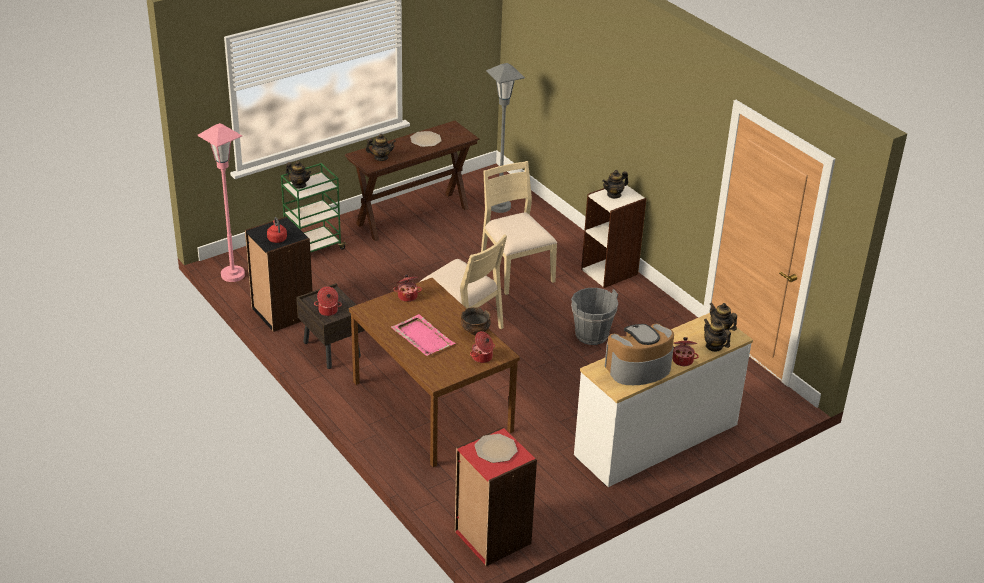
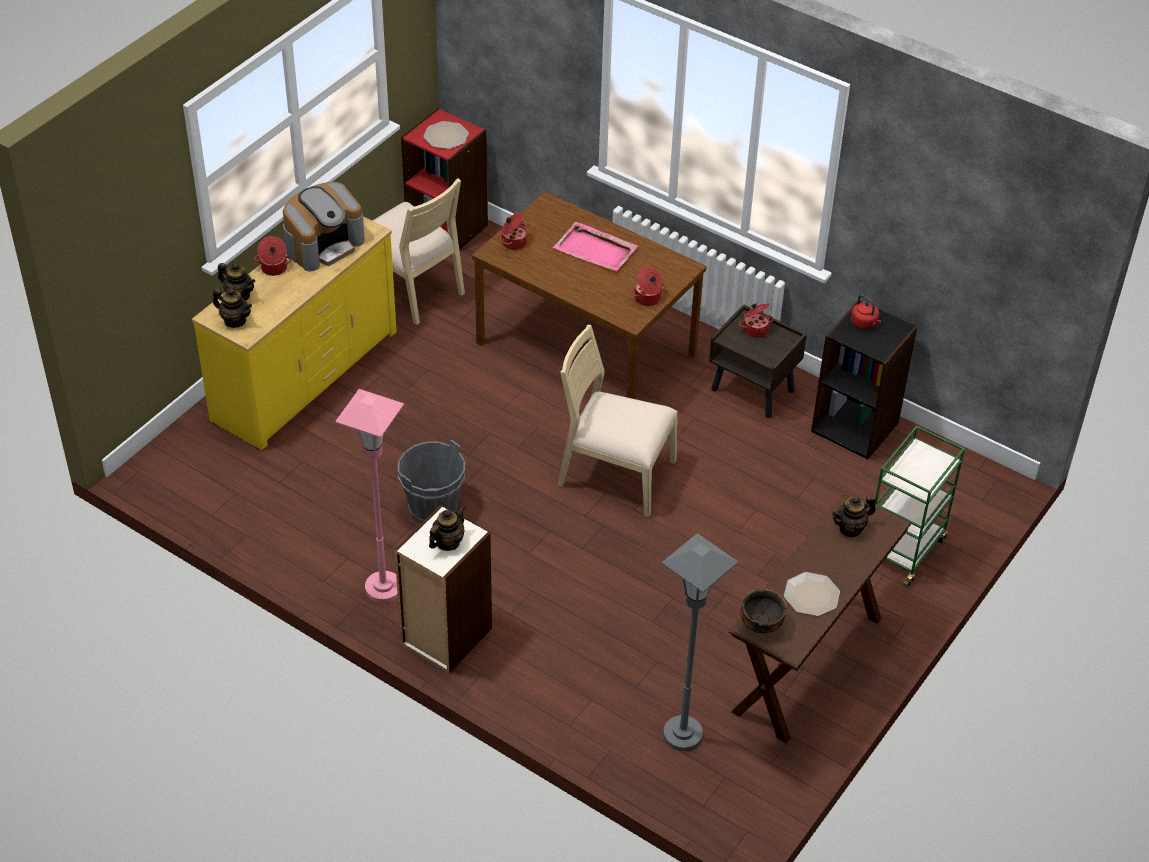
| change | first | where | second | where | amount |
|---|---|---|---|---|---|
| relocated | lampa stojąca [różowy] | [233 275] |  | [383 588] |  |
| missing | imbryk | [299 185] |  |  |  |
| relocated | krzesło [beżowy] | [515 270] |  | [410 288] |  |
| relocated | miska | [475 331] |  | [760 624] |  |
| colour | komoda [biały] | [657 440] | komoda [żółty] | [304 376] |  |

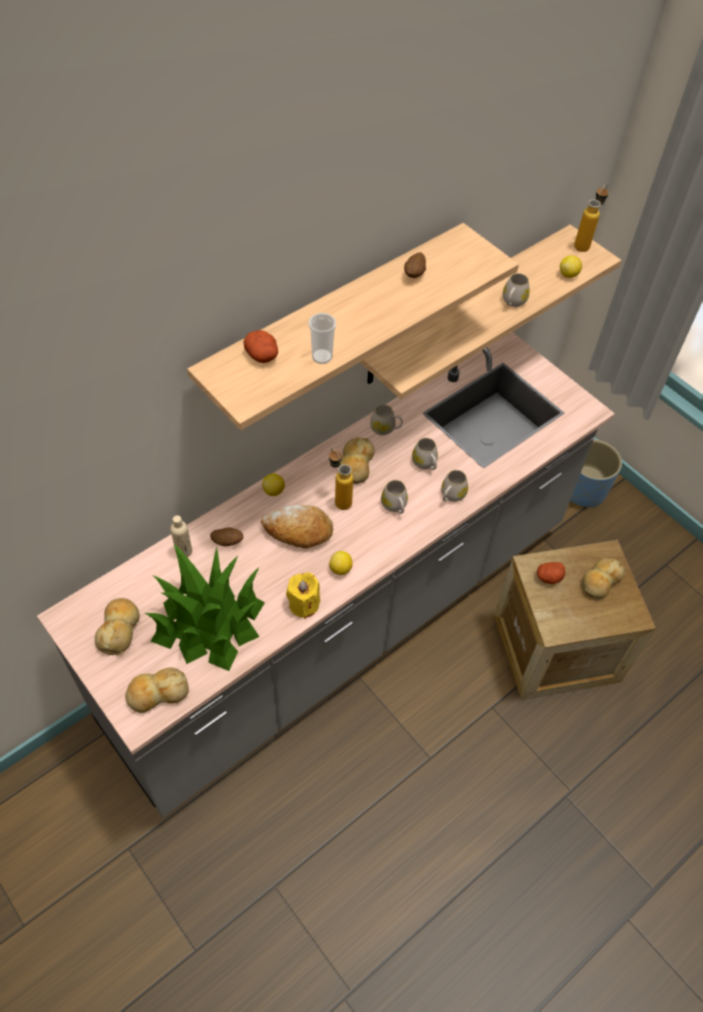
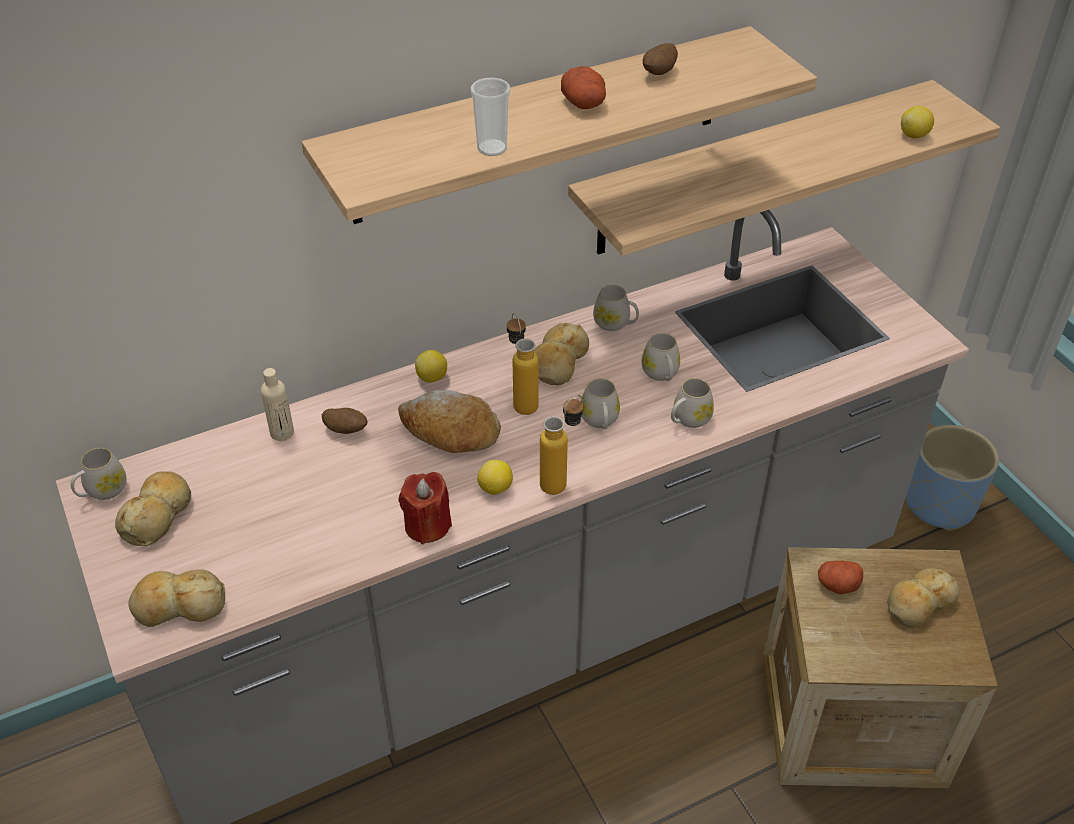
| change | first | where | second | where | amount |
|---|---|---|---|---|---|
| relocated | butelka | [584 244] |  | [561 480] |  |
| relocated | kubek [biały] | [512 302] |  | [102 491] |  |
| relocated | ziemniak | [262 355] |  | [584 103] |  |
| missing | roślina doniczkowa | [208 621] |  |  |  |
| colour | świeca [żółty] | [304 604] | świeca [czerwony] | [427 525] |  |

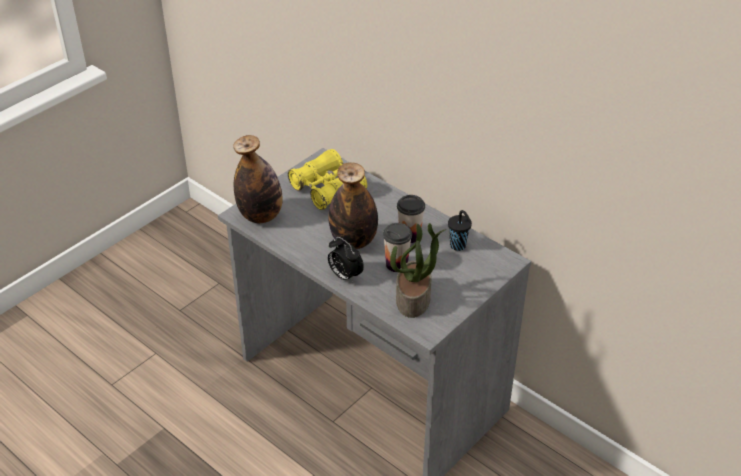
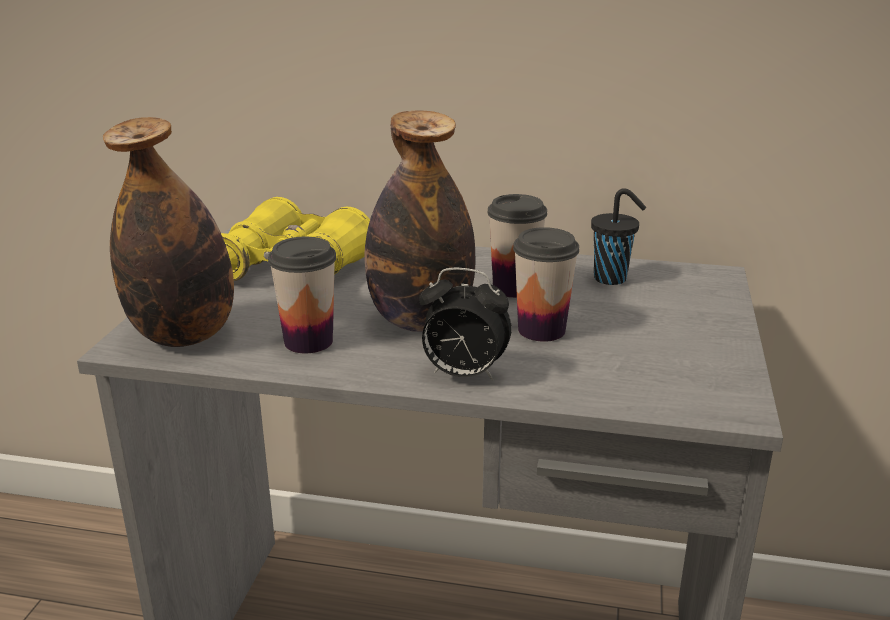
| change | first | where | second | where | amount |
|---|---|---|---|---|---|
| missing | roślina doniczkowa | [414 299] |  |  |  |
| appeared |  |  | filiżanka | [308 341] |  |

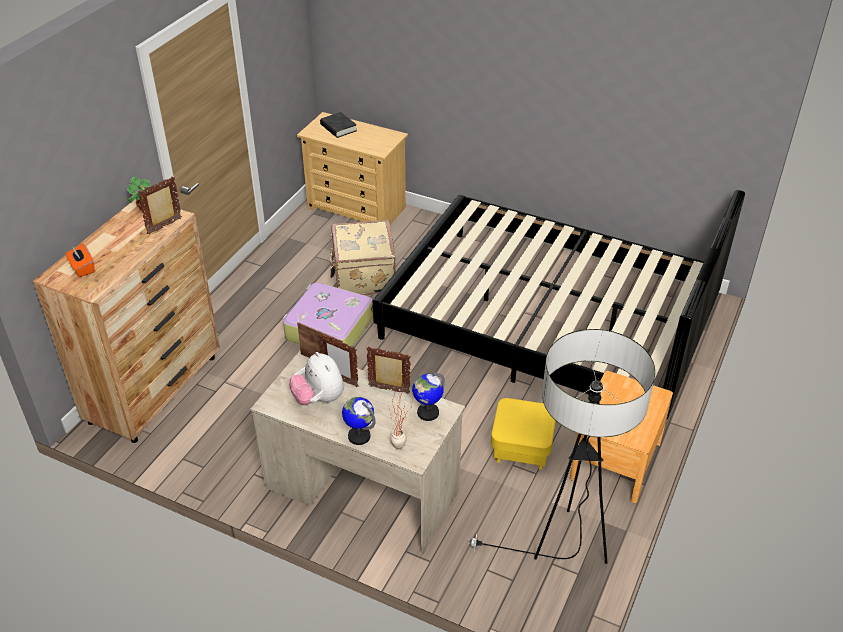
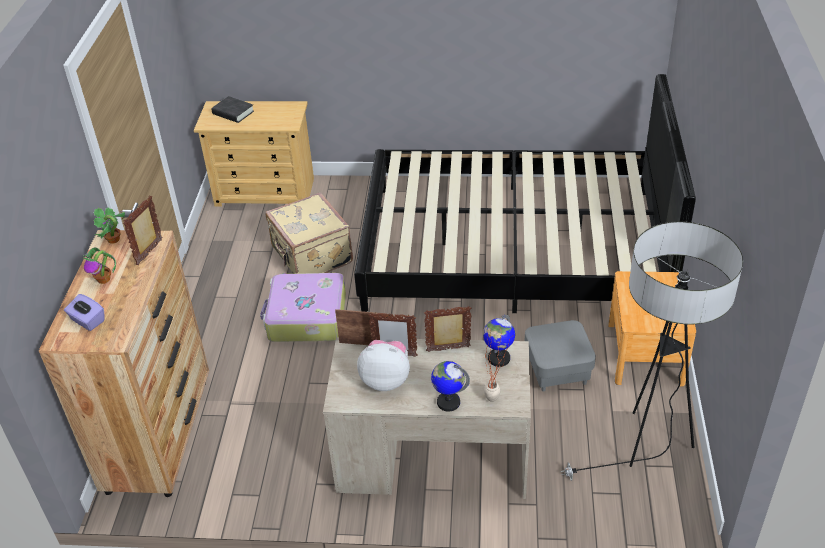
| change | first | where | second | where | amount |
|---|---|---|---|---|---|
| colour | pudełko chusteczek [pomarańczowy] | [82 268] | pudełko chusteczek [fioletowy] | [87 321] |  |
| spun | pluszak | [319 399] |  | [386 379] | 150 degrees clockwise |
| colour | pufa [żółty] | [521 448] | pufa [szary] | [557 371] |  |
| appeared |  |  | roślina doniczkowa | [104 279] |  |

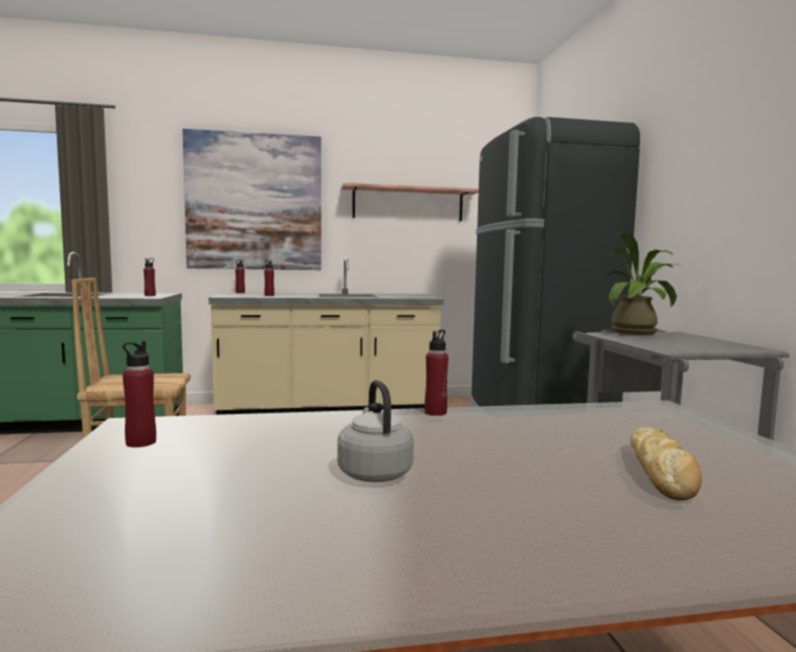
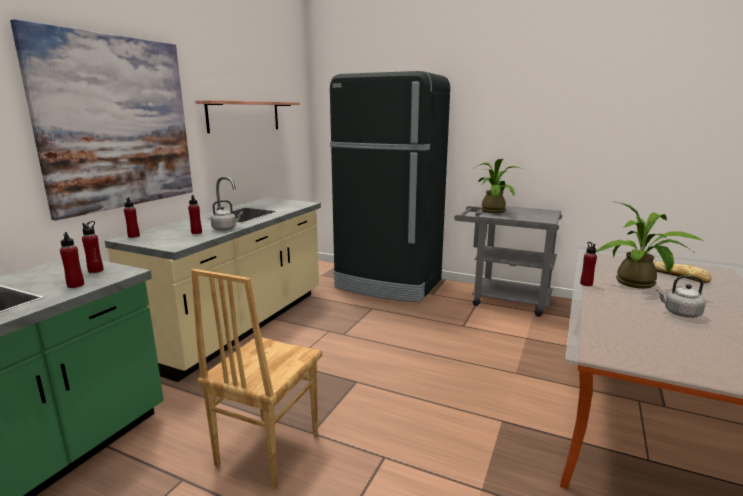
| change | first | where | second | where | amount |
|---|---|---|---|---|---|
| relocated | butelka [czerwony] | [141 442] |  | [75 285] |  |
| appeared |  |  | czajnik [szary] | [226 229] |  |
| appeared |  |  | roślina doniczkowa | [639 284] |  |

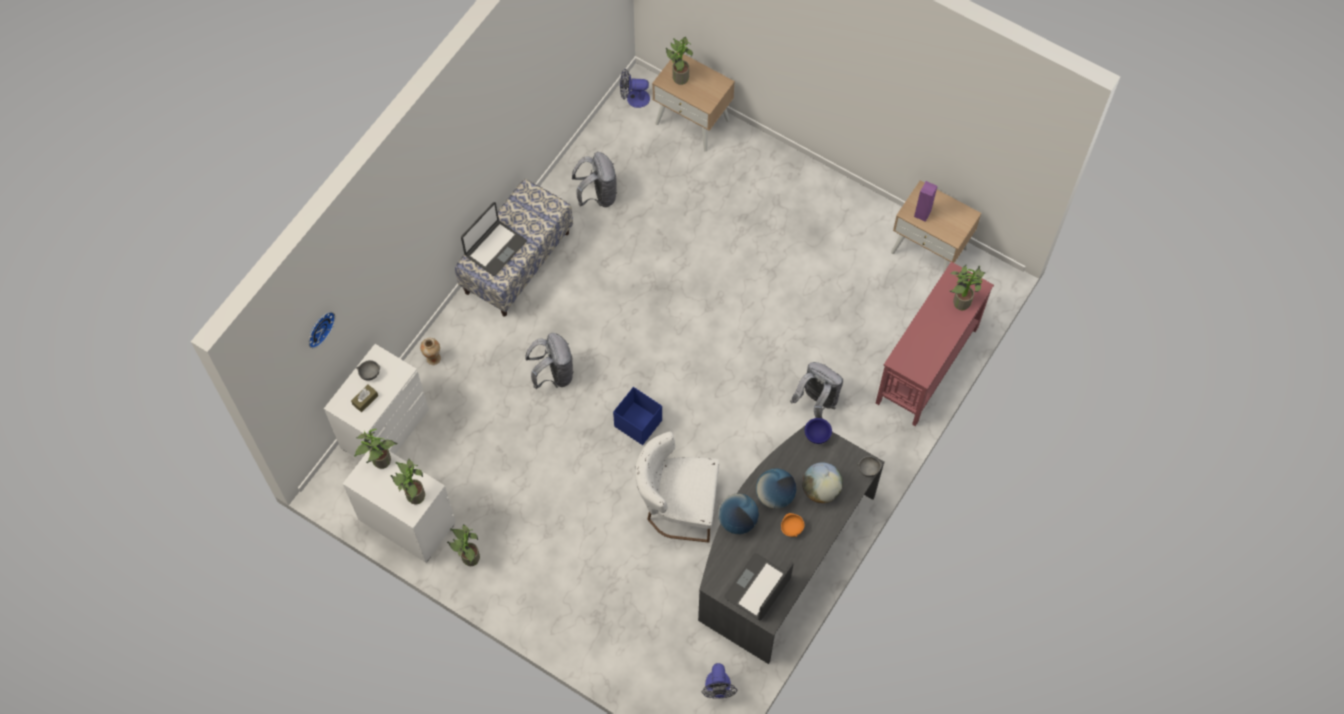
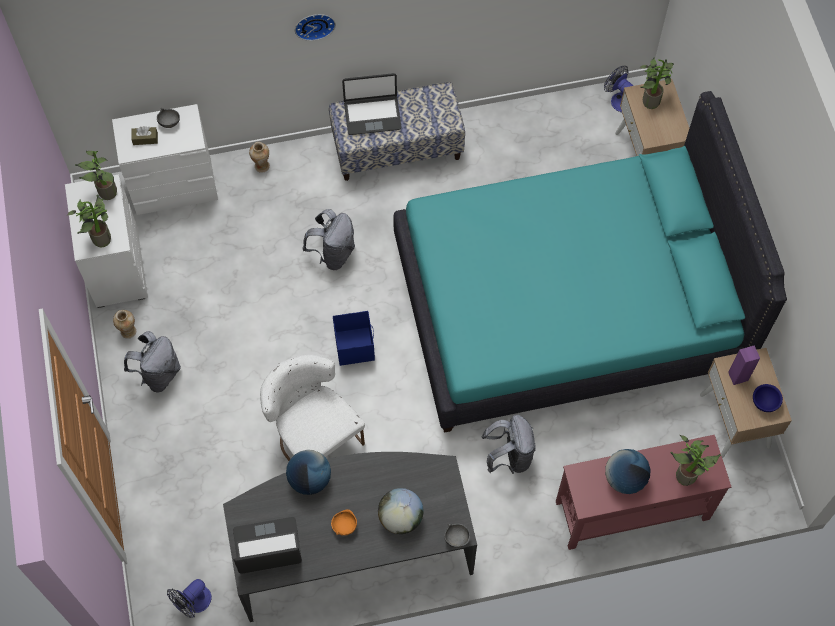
| change | first | where | second | where | amount |
|---|---|---|---|---|---|
| relocated | plecak [szary] | [597 195] |  | [158 373] |  |
| relocated | zegar ścienny | [319 328] |  | [314 24] |  |
| relocated | miska [niebieski] | [816 435] |  | [764 402] |  |
| relocated | globus | [775 496] |  | [624 478] |  |
| exchanged | roślina doniczkowa | [468 558] | wazon | [128 331] |  |
| appeared |  |  | łóżko [turkusowy] | [567 305] |  |

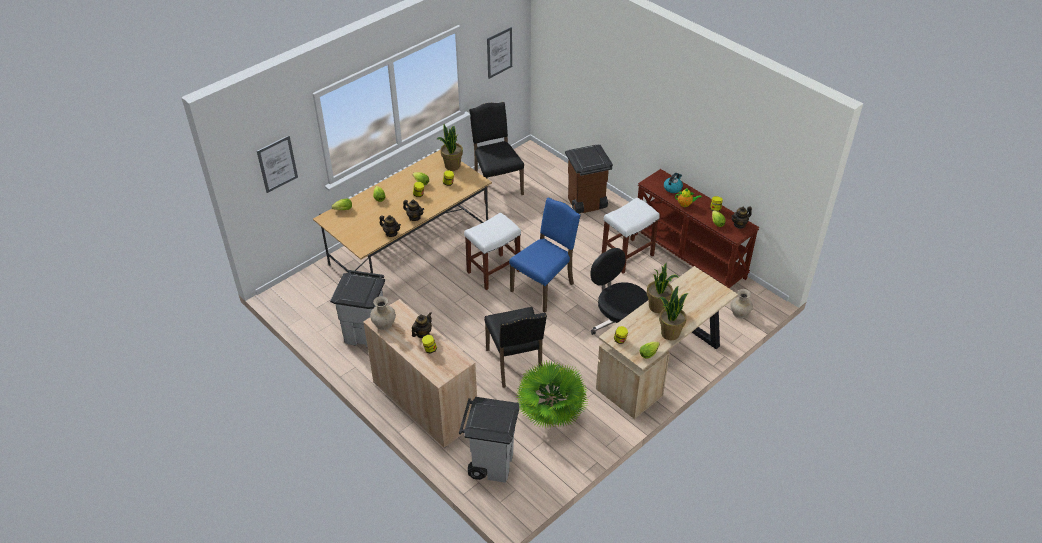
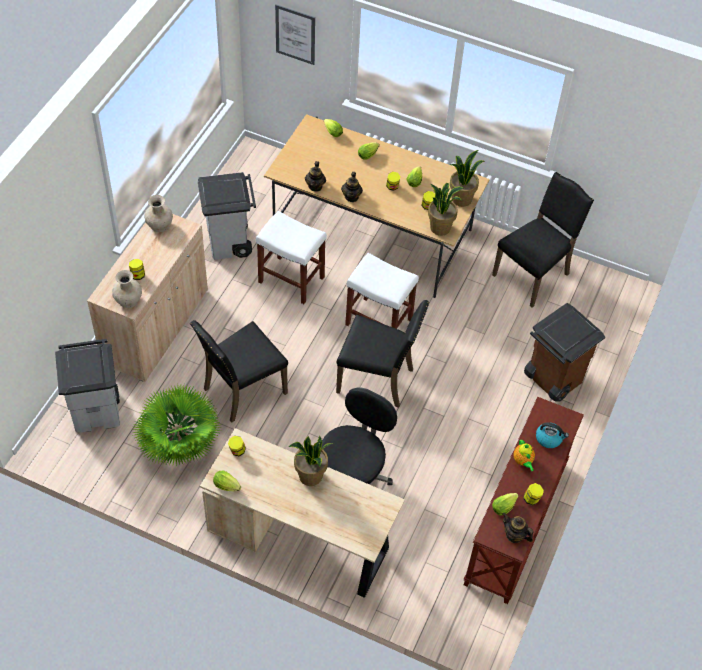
| change | first | where | second | where | amount |
|---|---|---|---|---|---|
| missing | obraz | [499 52] |  |  |  |
| colour | krzesło [niebieski] | [544 287] | krzesło [czarny] | [377 379] |  |
| relocated | stołek [biały] | [627 256] |  | [290 279] |  |
| relocated | roślina doniczkowa | [670 333] |  | [440 227] |  |
| relocated | wazon [beżowy] | [740 313] |  | [128 300] |  |
| missing | imbryk | [422 333] |  |  |  |

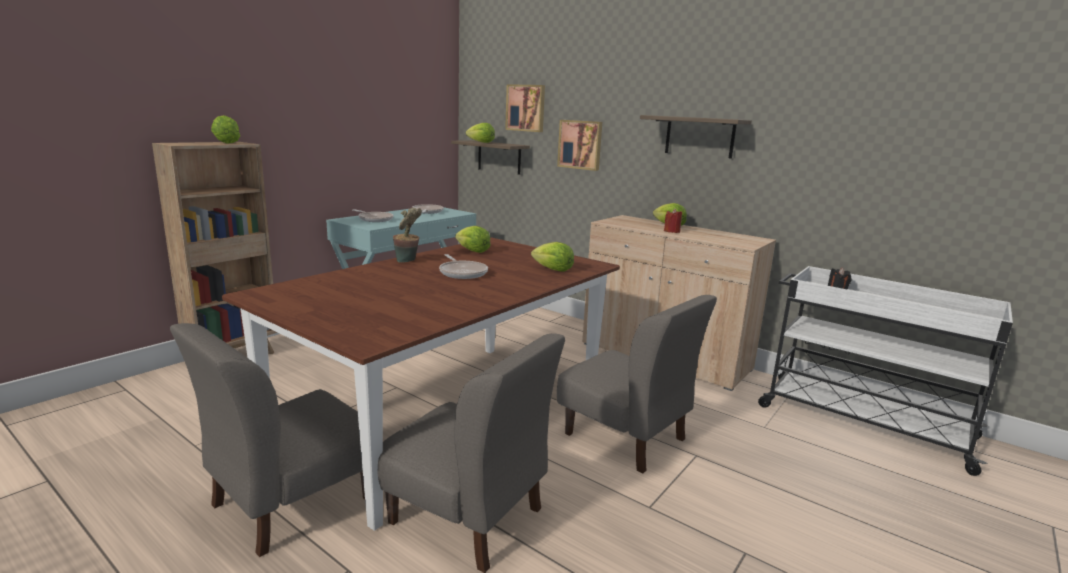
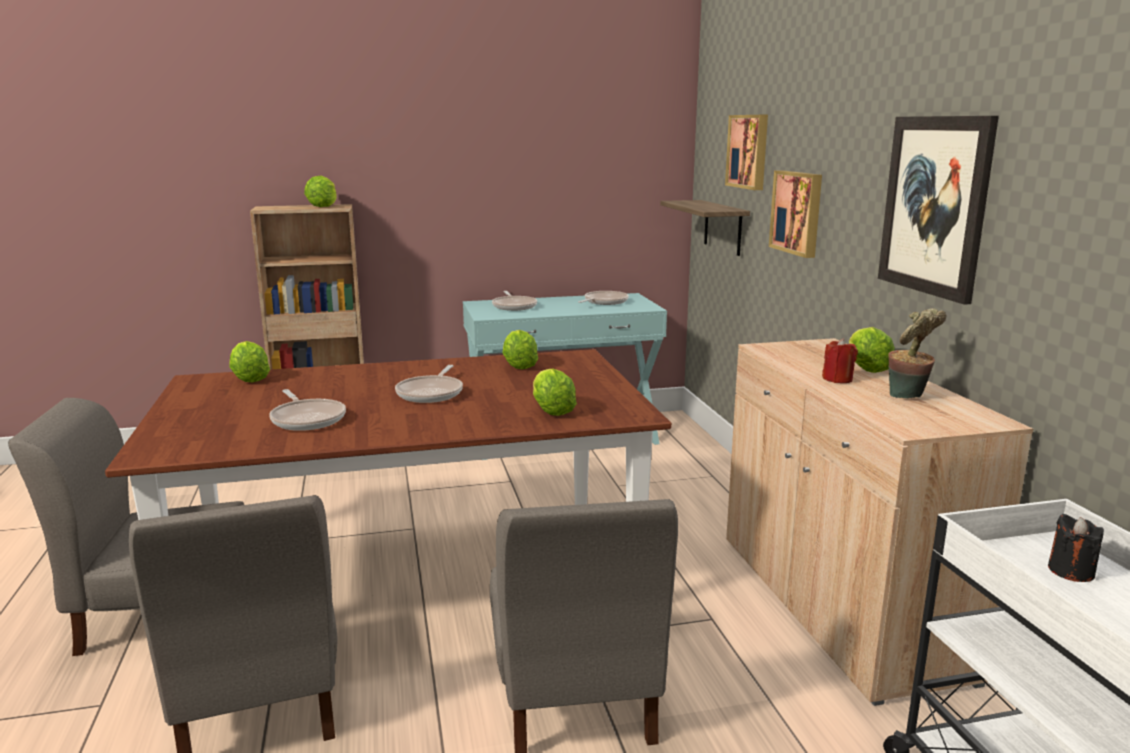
| change | first | where | second | where | amount |
|---|---|---|---|---|---|
| exchanged | półka | [699 136] | obraz | [935 205] |  |
| relocated | sałata | [481 142] |  | [249 378] |  |
| relocated | roślina doniczkowa | [407 261] |  | [908 397] |  |
| appeared |  |  | patelnia | [307 419] |  |

